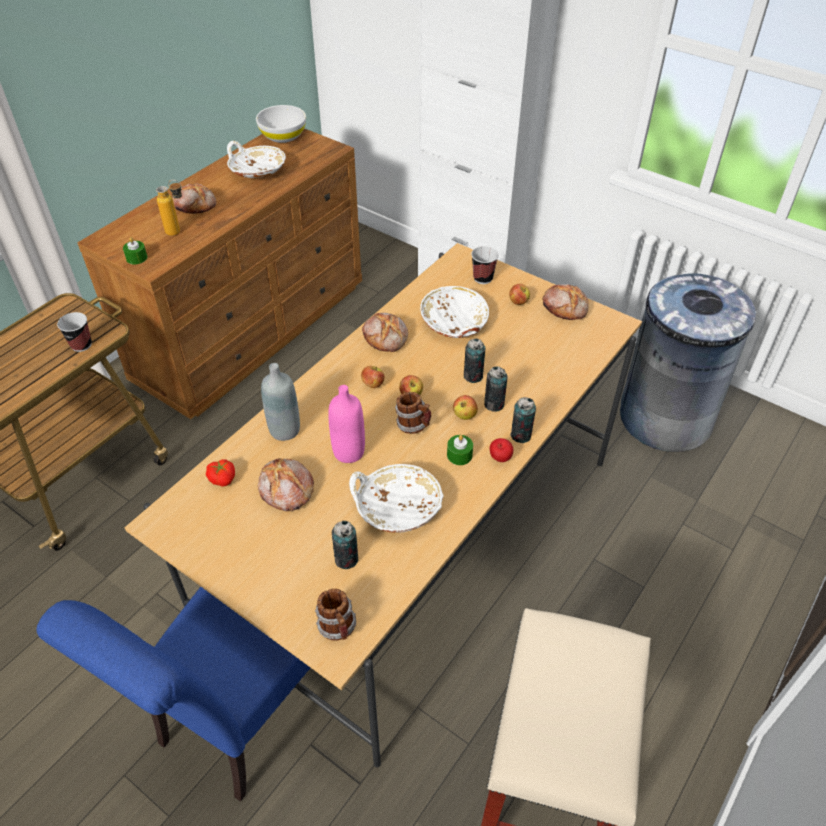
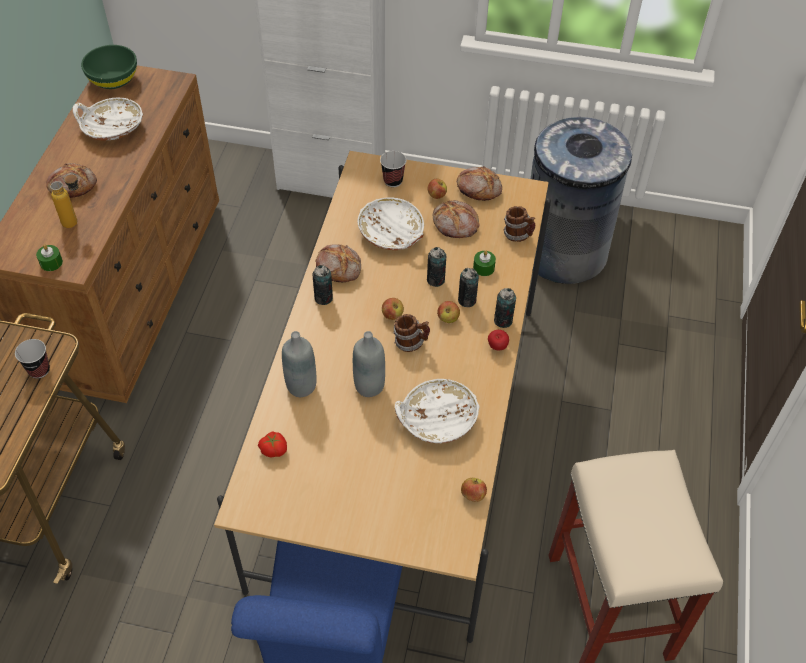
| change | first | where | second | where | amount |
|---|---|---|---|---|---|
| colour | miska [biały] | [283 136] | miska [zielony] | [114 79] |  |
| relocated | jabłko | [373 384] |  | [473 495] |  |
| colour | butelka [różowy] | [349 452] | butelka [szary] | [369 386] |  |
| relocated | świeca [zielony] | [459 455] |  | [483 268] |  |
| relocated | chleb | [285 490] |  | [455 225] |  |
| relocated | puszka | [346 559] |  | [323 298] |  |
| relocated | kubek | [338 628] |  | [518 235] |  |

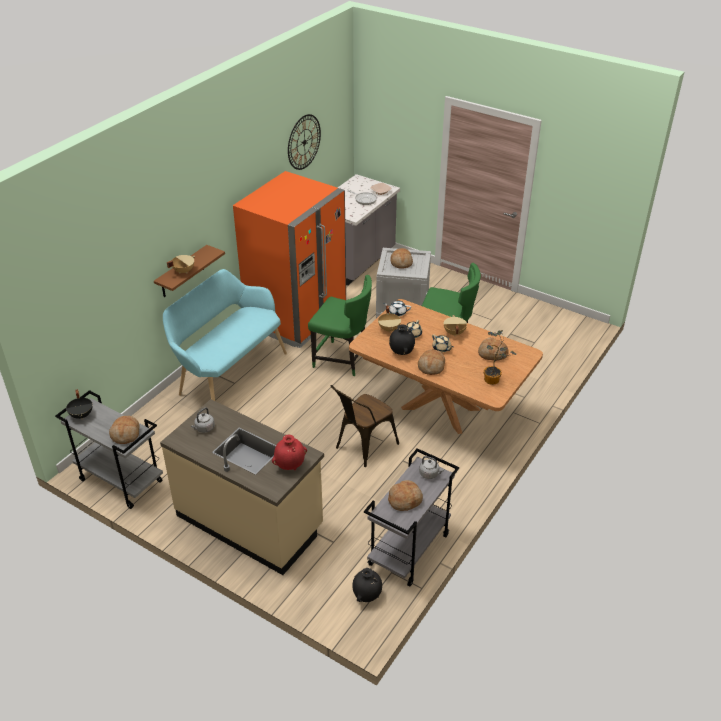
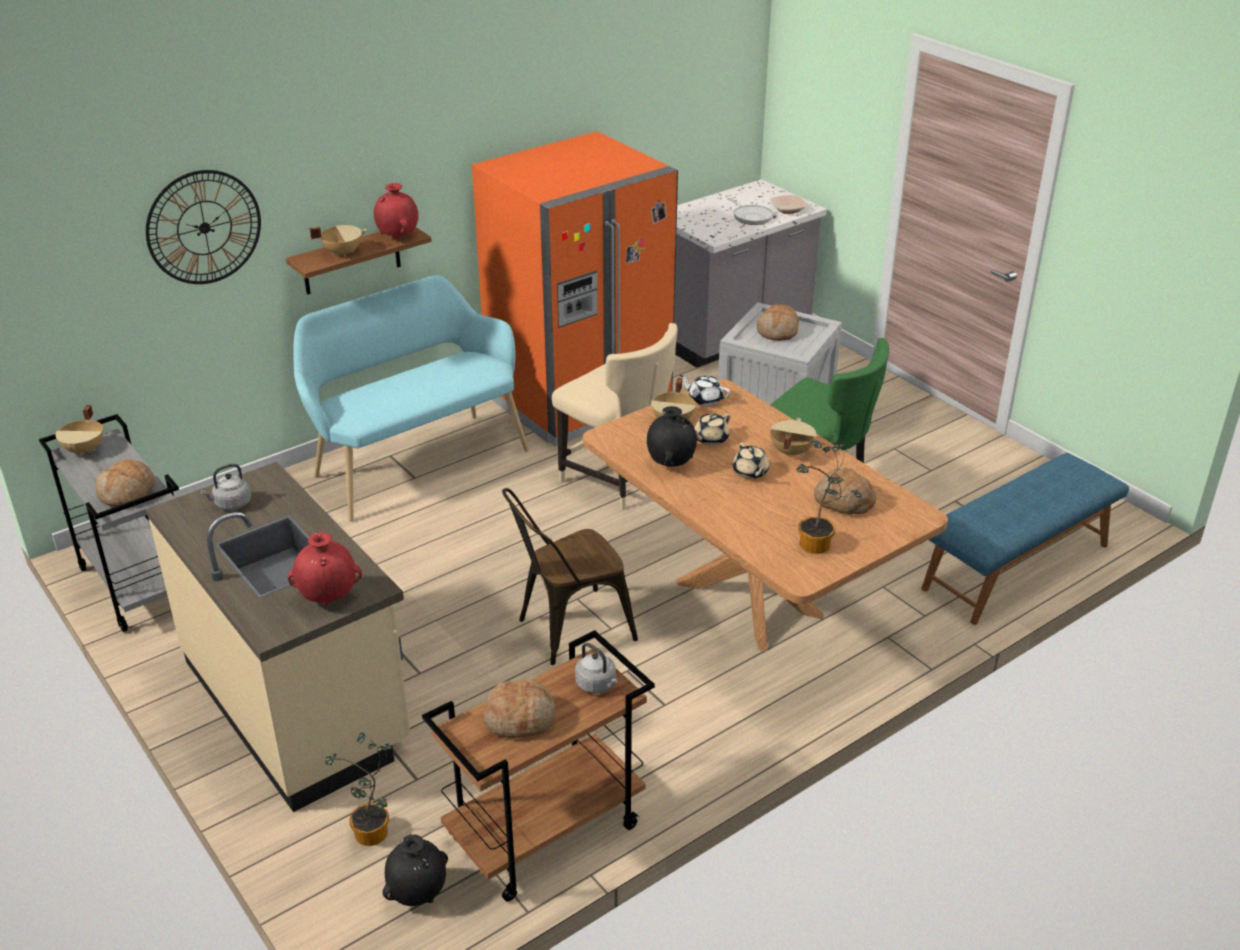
| change | first | where | second | where | amount |
|---|---|---|---|---|---|
| relocated | zegar ścienny | [304 142] |  | [204 227] |  |
| colour | krzesło [zielony] | [342 360] | krzesło [beżowy] | [618 481] |  |
| missing | chleb | [431 366] |  |  |  |
| colour | garnek [czarny] | [82 415] | garnek [beżowy] | [85 450] |  |
| colour | wózek [szary] | [409 551] | wózek [brązowy] | [545 835] |  |
| appeared |  |  | wazon [czerwony] | [398 237] |  |
| appeared |  |  | ławka [niebieski] | [1017 567] |  |
| appeared |  |  | roślina doniczkowa | [373 837] |  |

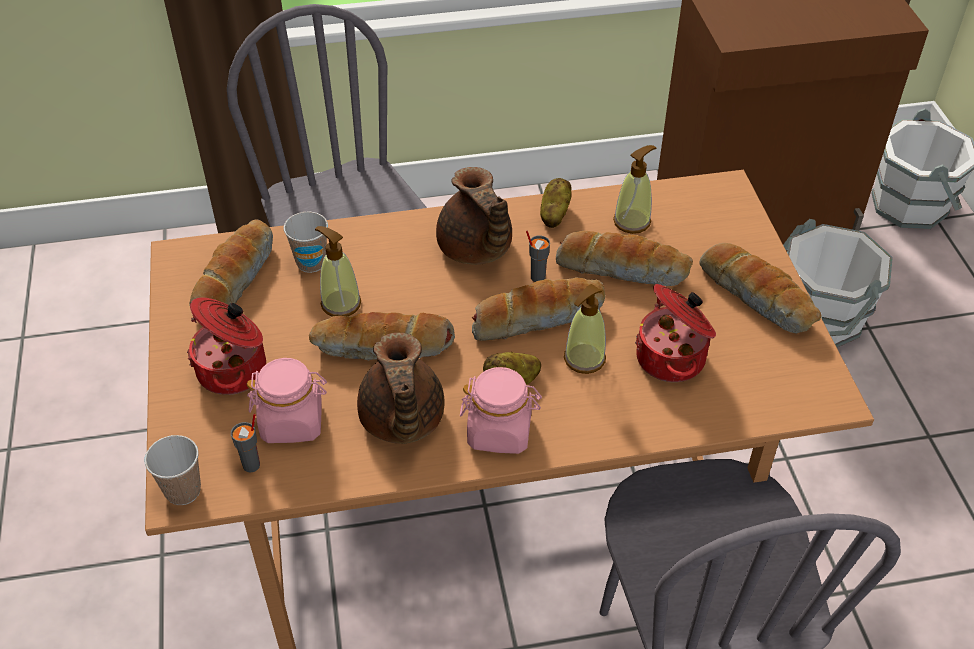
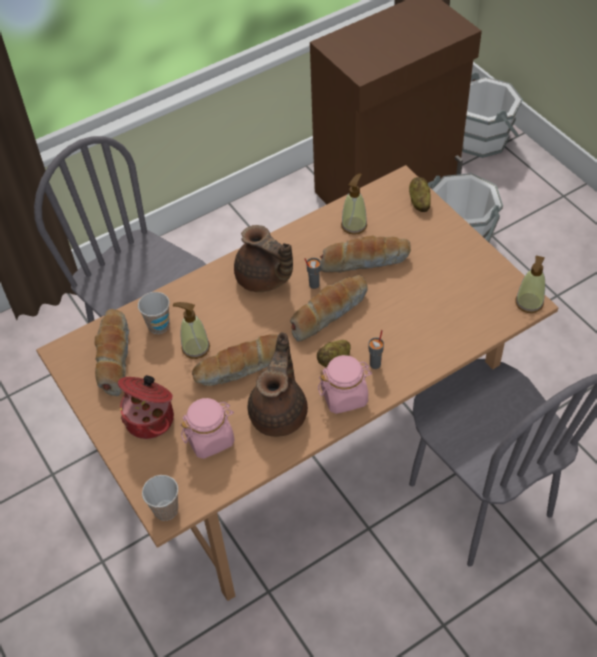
| change | first | where | second | where | amount |
|---|---|---|---|---|---|
| relocated | ziemniak | [554 214] |  | [419 202] |  |
| missing | chleb | [757 297] |  |  |  |
| relocated | dozownik mydła | [584 359] |  | [529 303] |  |
| missing | garnek | [672 358] |  |  |  |
| spun | imbryk [brązowy] | [401 421] |  | [280 412] | 135 degrees counterclockwise |
| relocated | filiżanka [szary] | [252 465] |  | [375 364] |  |

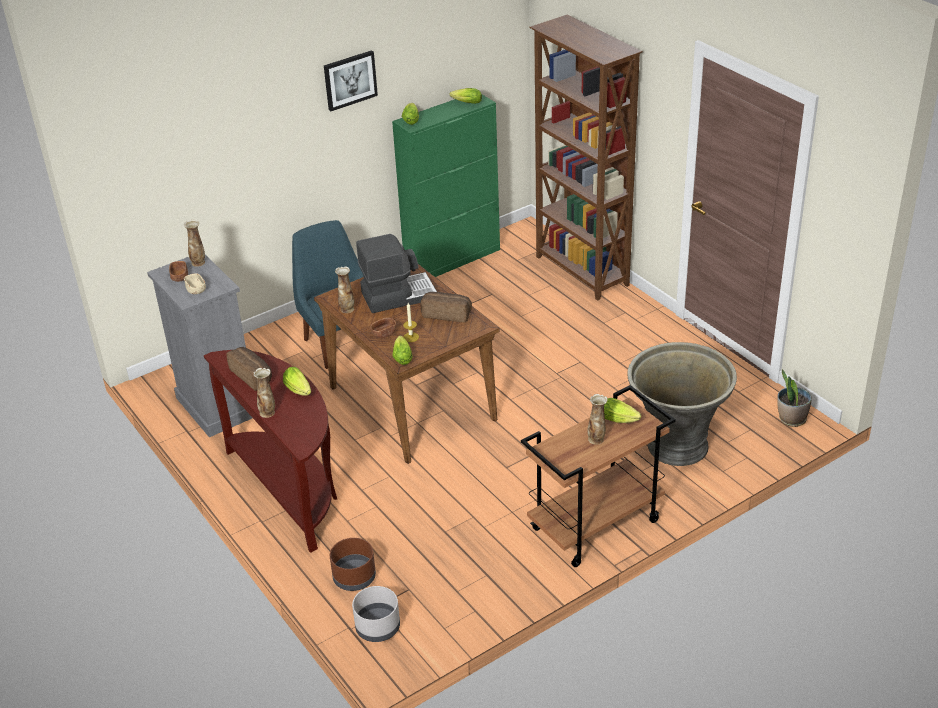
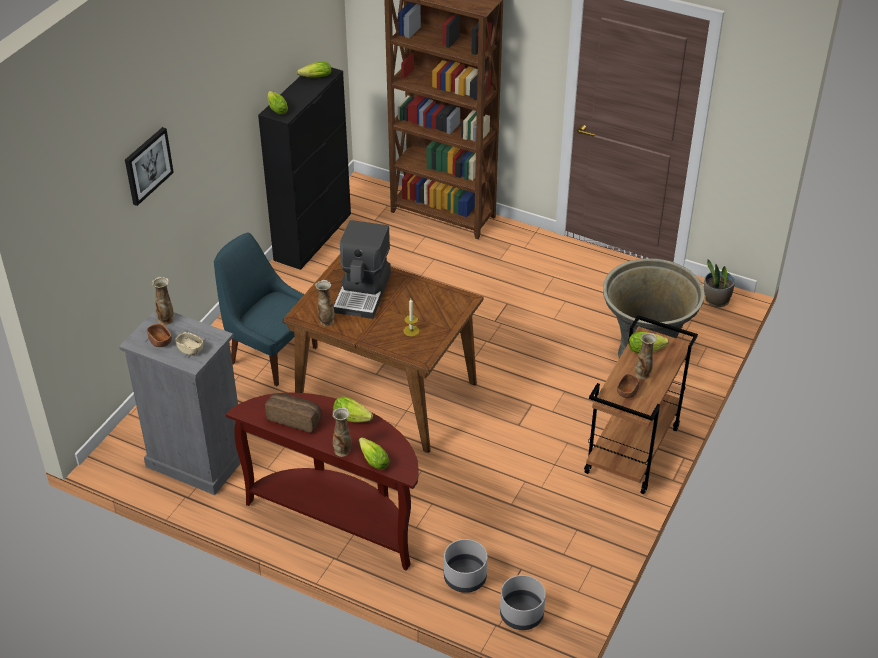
| change | first | where | second | where | amount |
|---|---|---|---|---|---|
| relocated | obraz | [350 80] |  | [147 165] |  |
| colour | szafka [zielony] | [453 259] | szafka [czarny] | [313 236] |  |
| spun | ekspres do kawy | [398 295] |  | [363 292] | 150 degrees clockwise |
| missing | chleb | [447 314] |  |  |  |
| relocated | miska [brązowy] | [384 334] |  | [627 392] |  |
| relocated | sałata | [402 356] |  | [372 459] |  |
| colour | donica [brązowy] | [354 578] | donica [szary] | [465 578] |  |

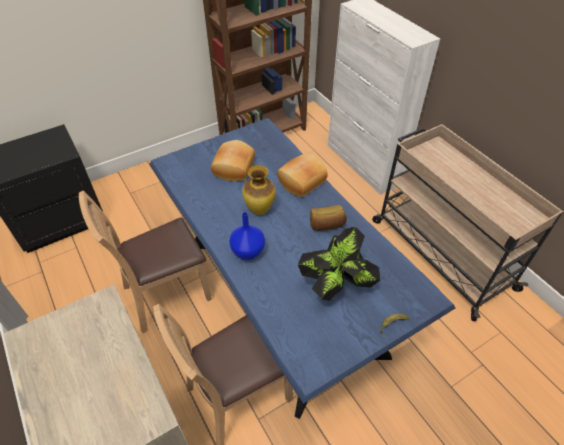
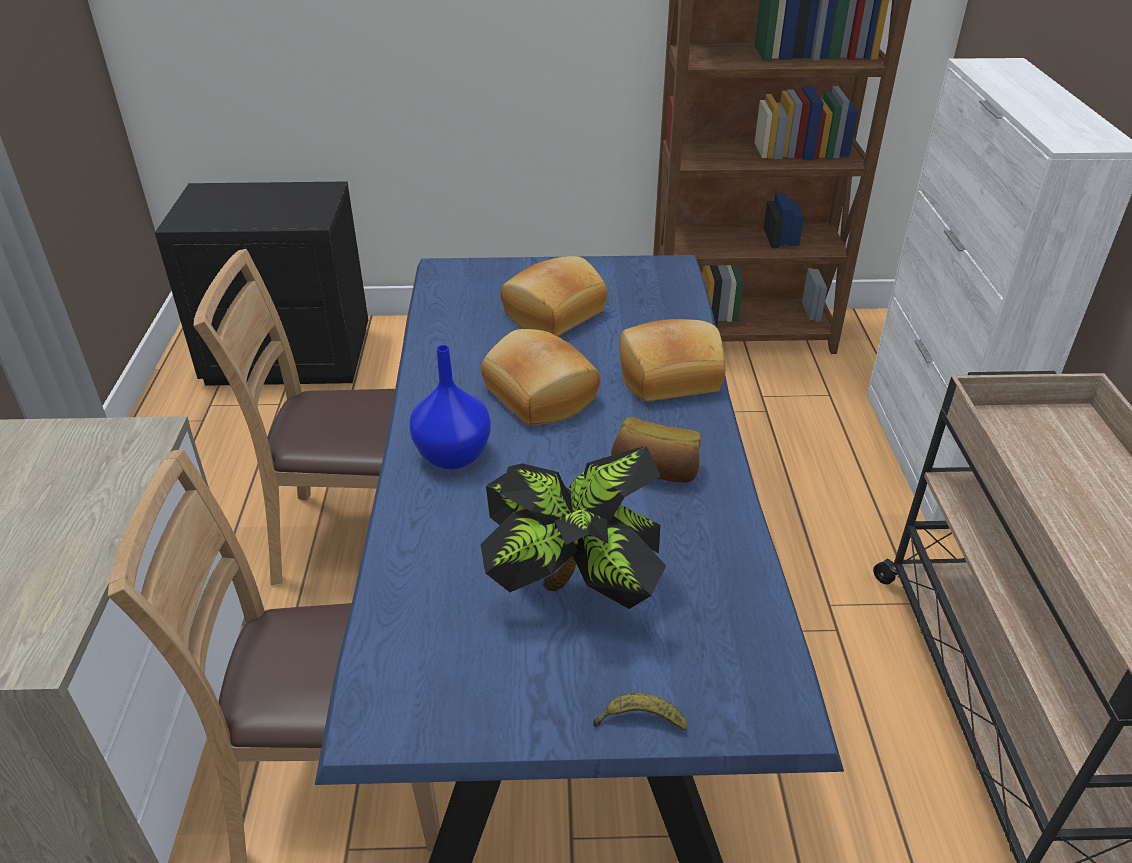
| change | first | where | second | where | amount |
|---|---|---|---|---|---|
| exchanged | wazon | [259 210] | chleb | [538 396] |  |

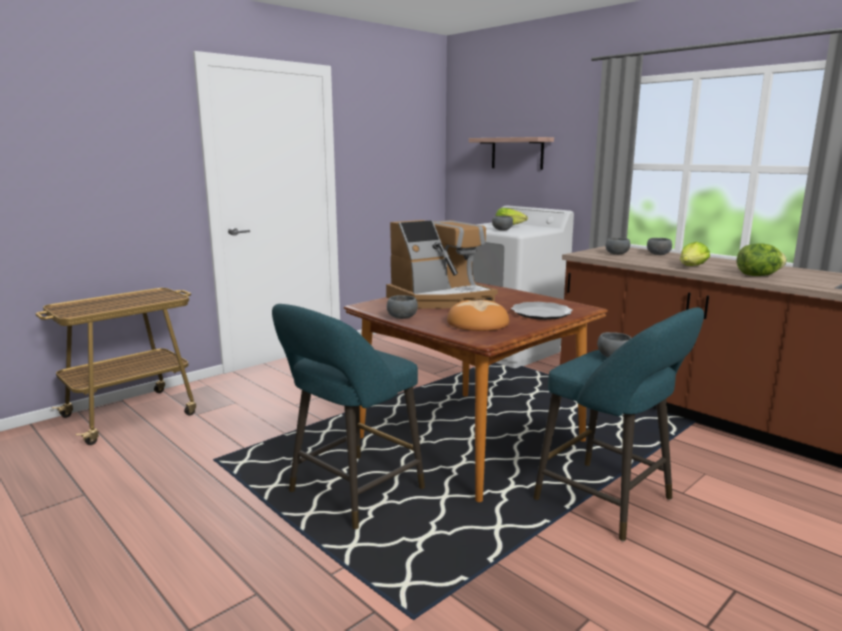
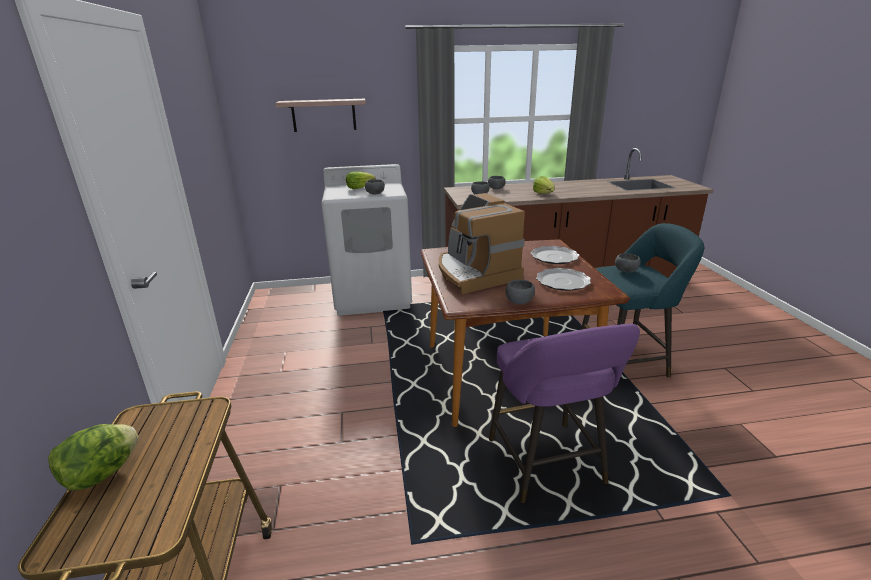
| change | first | where | second | where | amount |
|---|---|---|---|---|---|
| spun | ekspres do kawy | [440 299] |  | [475 273] | 150 degrees clockwise |
| relocated | sałata | [758 275] |  | [102 474] |  |
| exchanged | chleb | [478 323] | talerz | [563 281] |  |
| colour | stołek [turkusowy] | [351 493] | stołek [fioletowy] | [548 466] |  |

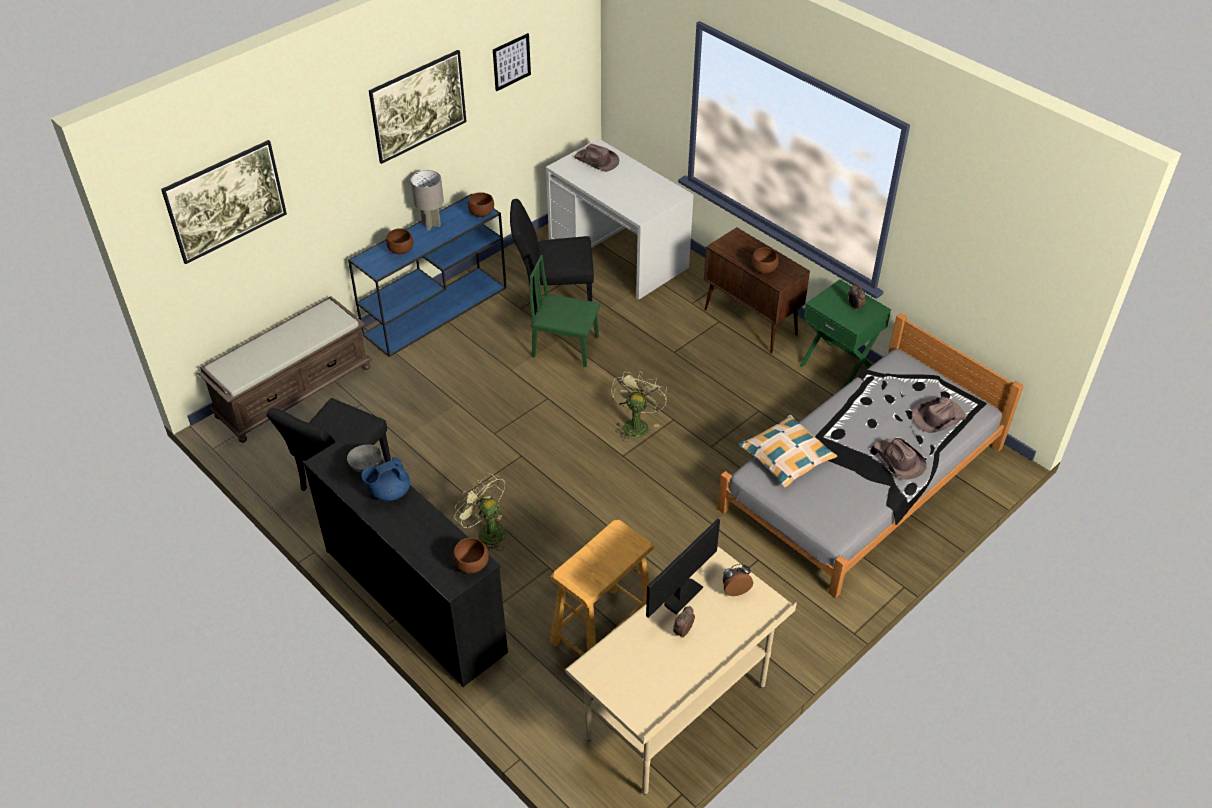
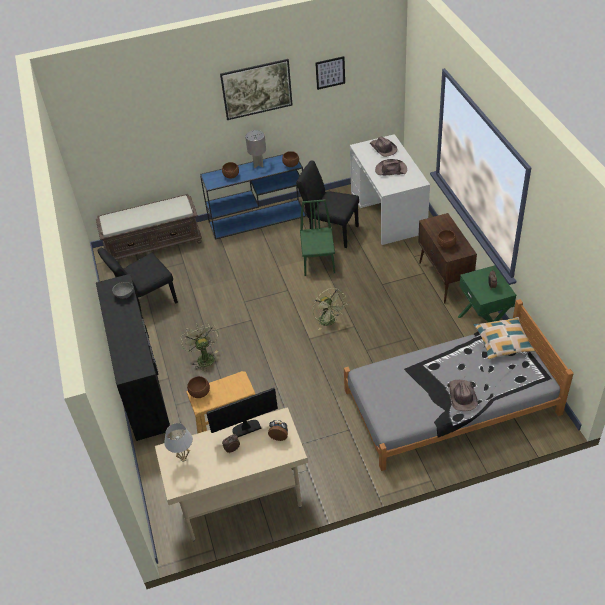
| change | first | where | second | where | amount |
|---|---|---|---|---|---|
| missing | obraz | [230 219] |  |  |  |
| spun | krzesło [zielony] | [565 346] |  | [318 262] | 45 degrees clockwise |
| spun | wentylator [zielony] | [636 424] |  | [329 322] | 105 degrees clockwise |
| relocated | kapelusz [brązowy] | [937 417] |  | [390 170] |  |
| relocated | poduszka | [786 457] |  | [502 342] |  |
| missing | imbryk [niebieski] | [389 492] |  |  |  |
| relocated | miska [brązowy] | [472 565] |  | [200 393] |  |
| appeared |  |  | lampa stołowa [biały] | [183 458] |  |

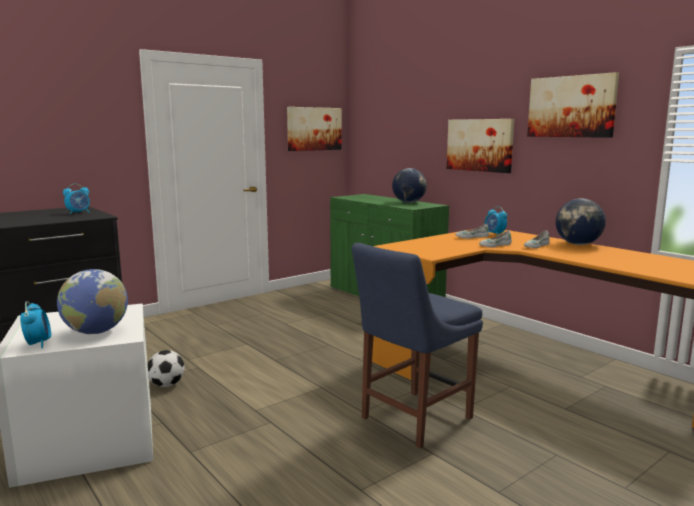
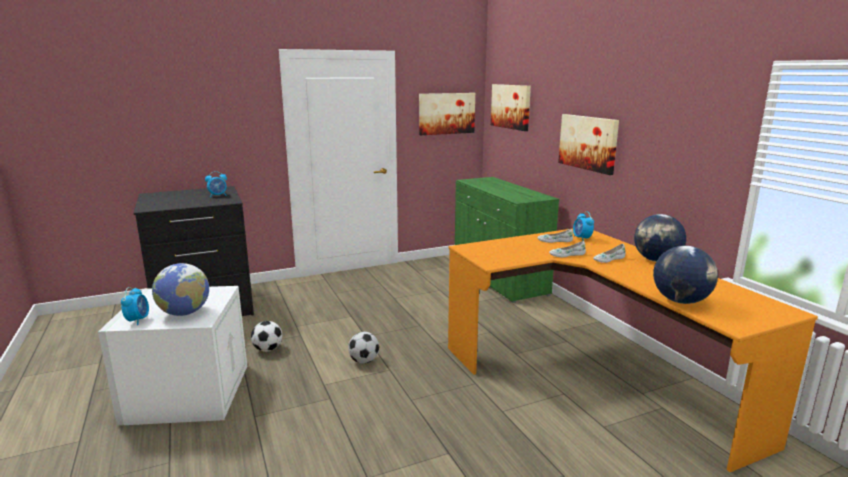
| change | first | where | second | where | amount |
|---|---|---|---|---|---|
| relocated | obraz | [571 106] |  | [511 106] |  |
| relocated | globus | [409 202] |  | [680 301] |  |
| missing | krzesło [niebieski] | [412 419] |  |  |  |
| appeared |  |  | piłka futbolowa | [364 361] |  |

